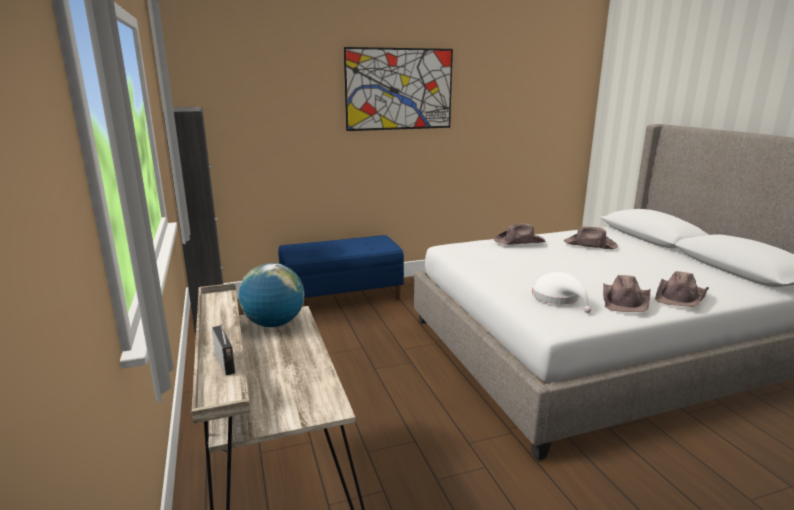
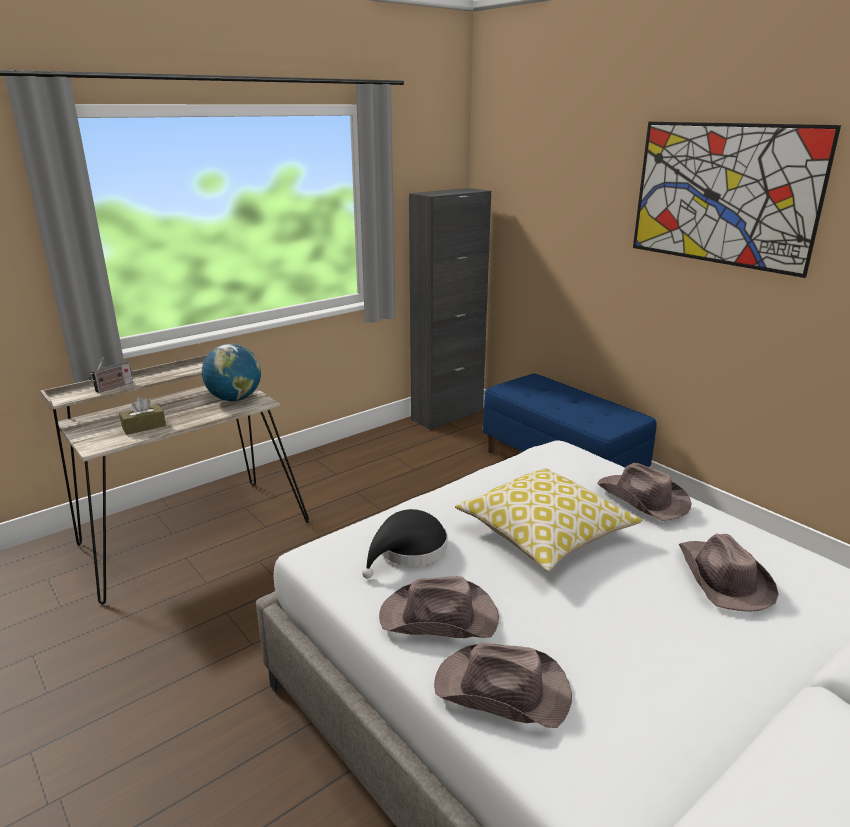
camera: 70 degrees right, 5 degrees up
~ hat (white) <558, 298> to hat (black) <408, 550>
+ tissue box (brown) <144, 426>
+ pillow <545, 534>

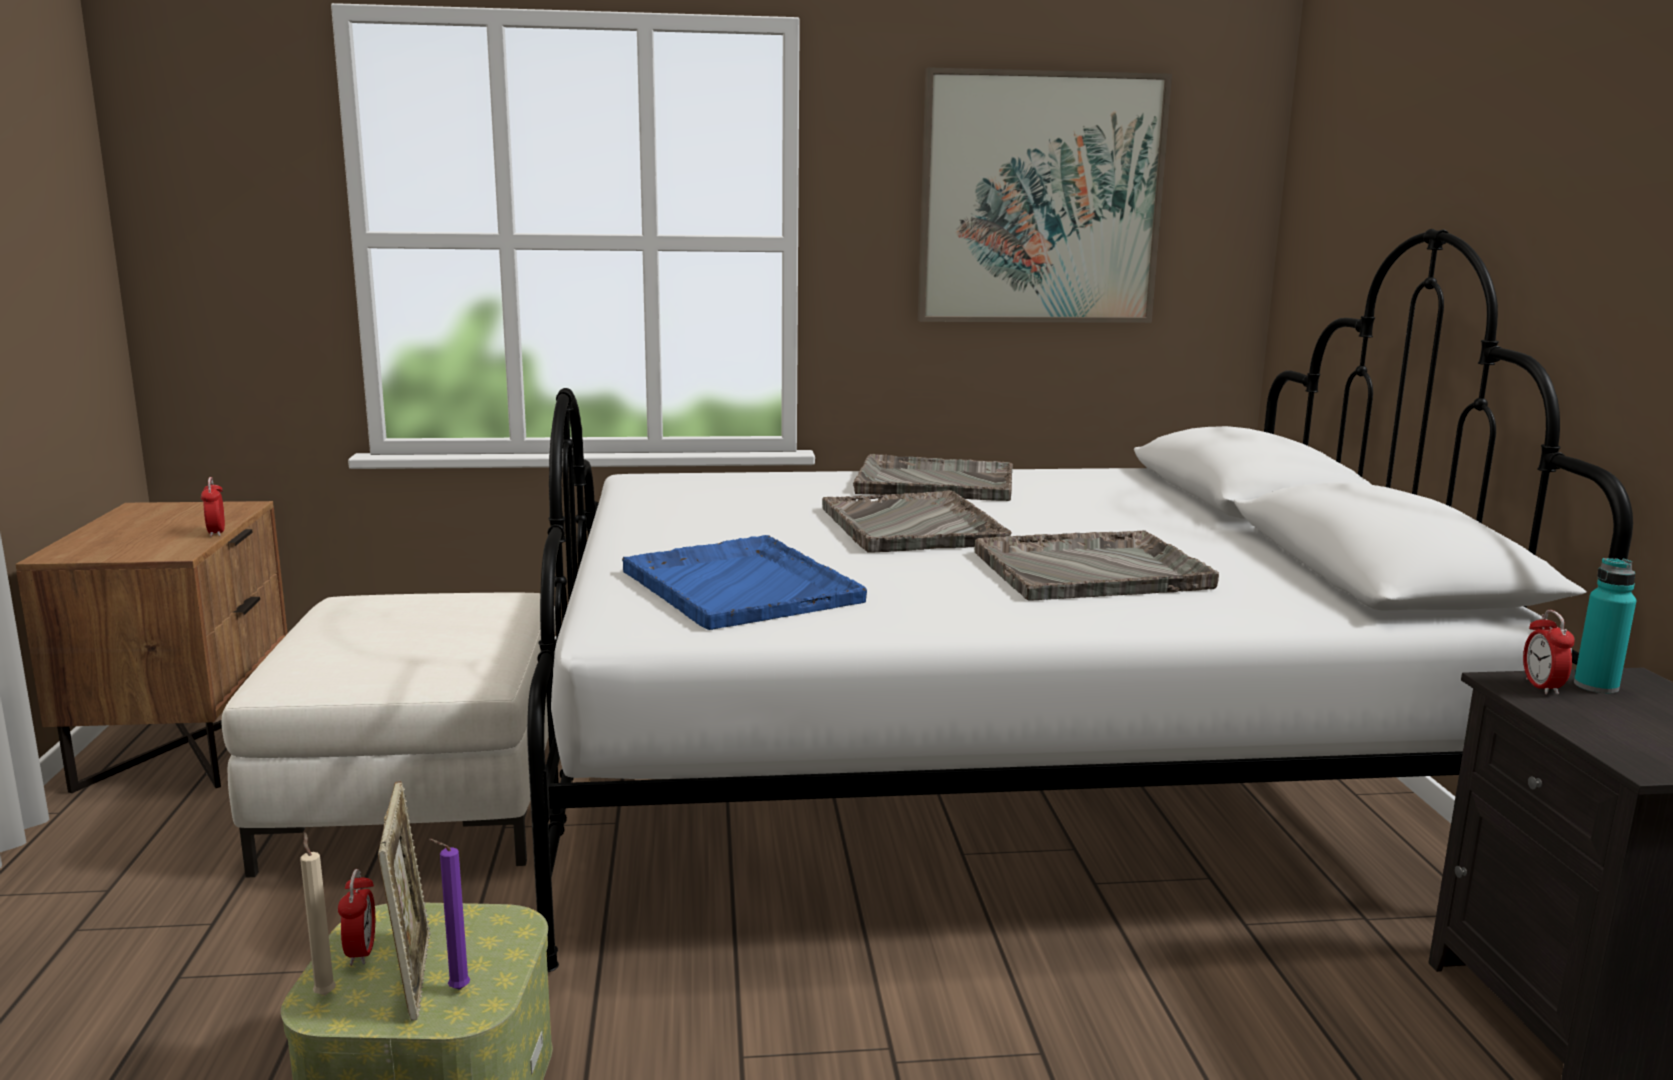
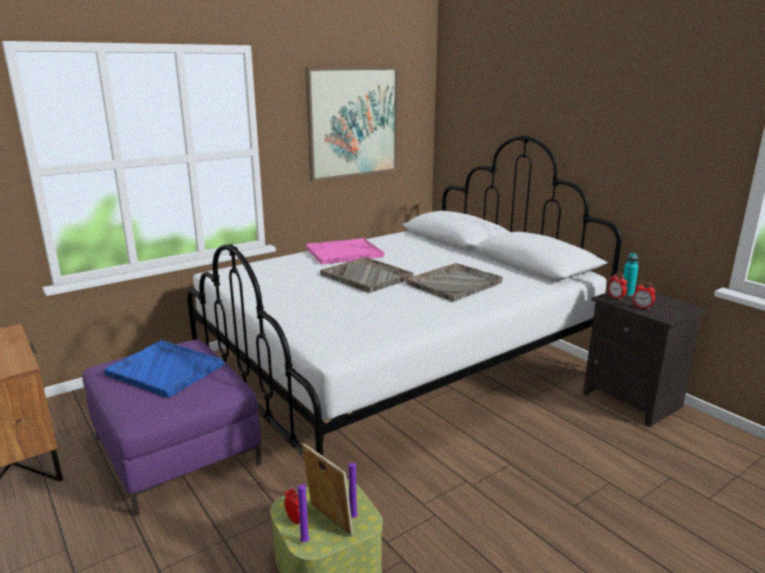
camera: 30 degrees left, 5 degrees up
~ alarm clock <216, 533> to <642, 307>
~ ottoman (white) <420, 797> to ottoman (purple) <176, 451>
~ candle (beige) <325, 993> to candle (purple) <303, 541>
~ tray (blue) <739, 586> to <164, 369>
~ tray (grey) <933, 482> to tray (pink) <343, 253>

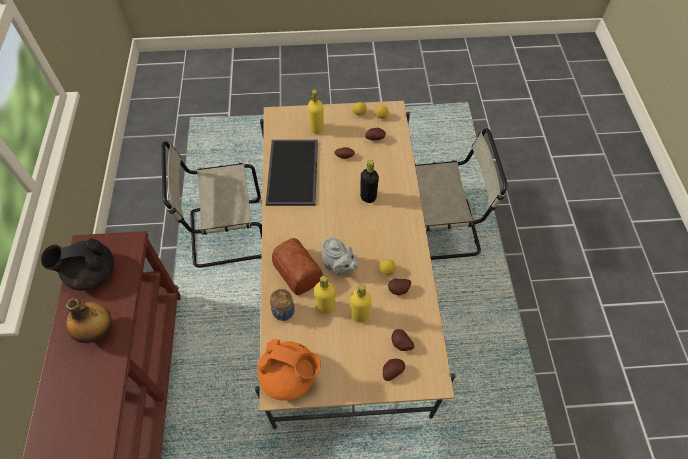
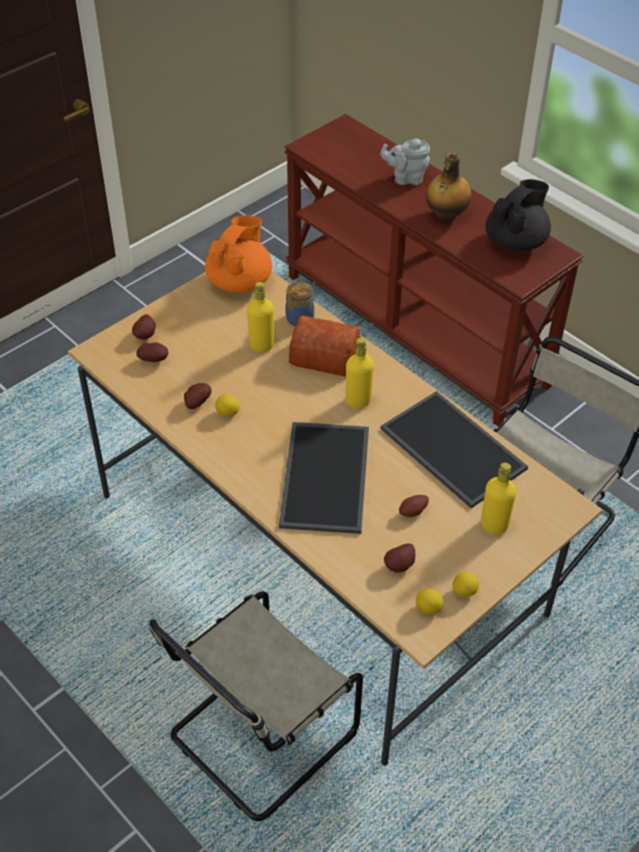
camera: 140 degrees right, 10 degrees down
~ teapot (orange) <290, 376> = <240, 281> 135 degrees clockwise
~ teapot (grey) <339, 266> to <406, 178>
~ bottle (yellow) <359, 315> to <358, 401>
~ bottle (black) <368, 197> to tray <327, 478>

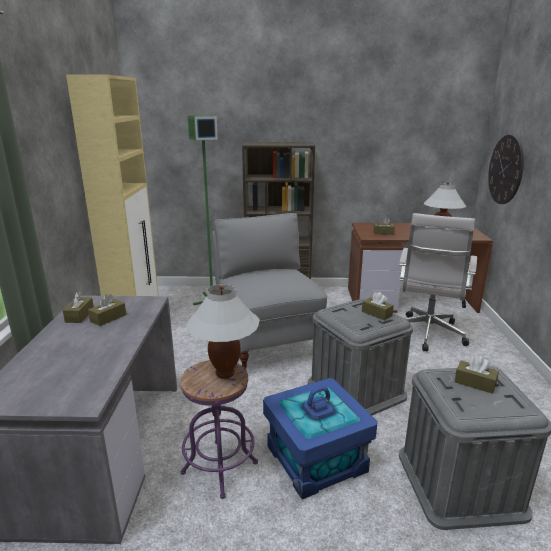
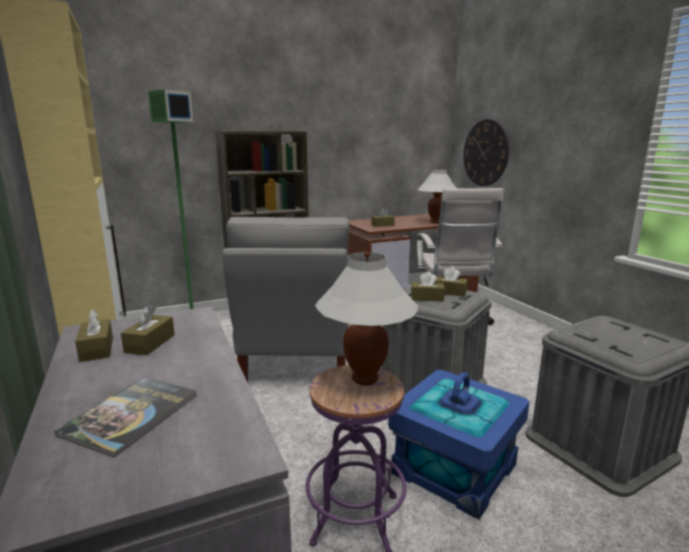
camera: 25 degrees left, 5 degrees down
~ chair (grey) <267, 342> = <298, 361> 135 degrees counterclockwise
~ tissue box (brown) <475, 383> to <427, 298>
+ book <131, 414>

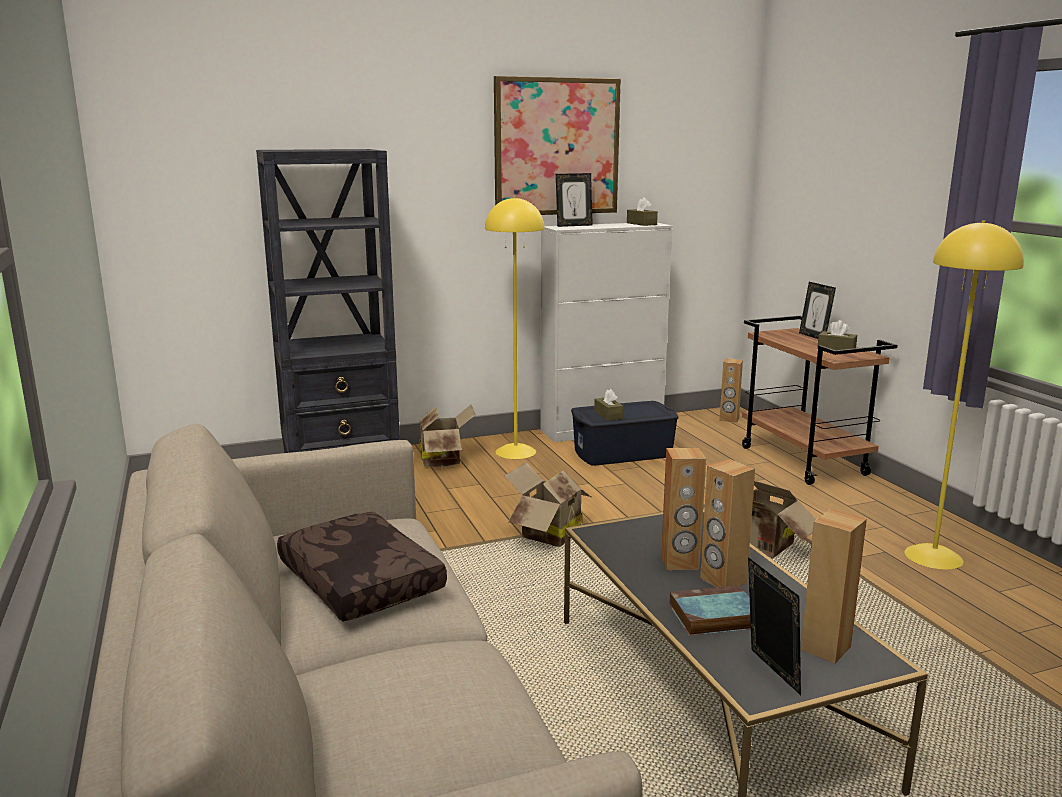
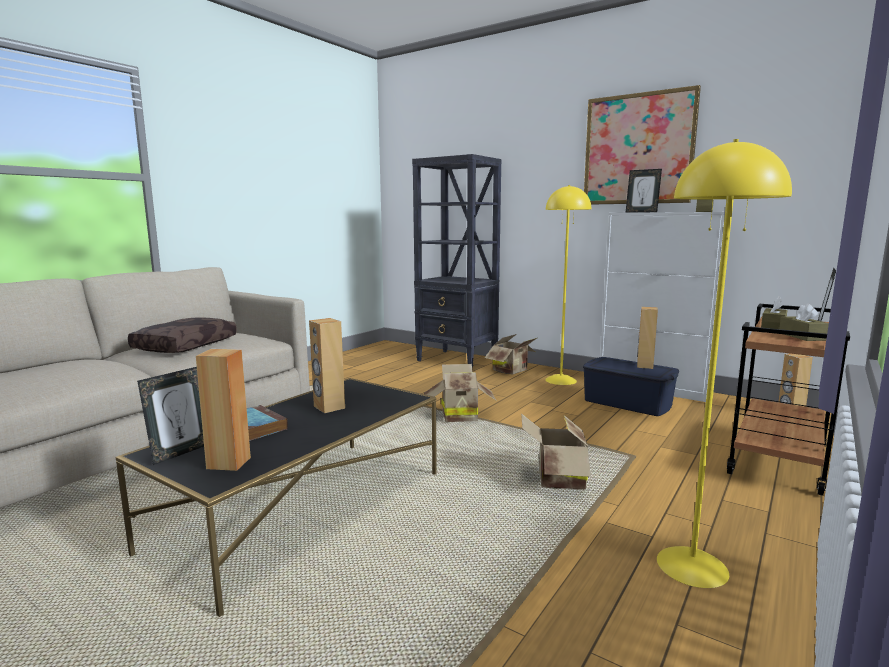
camera: 55 degrees right, 5 degrees down
~ tissue box (brown) <608, 415> to <773, 326>
~ speaker (brown) <722, 580> to <644, 366>

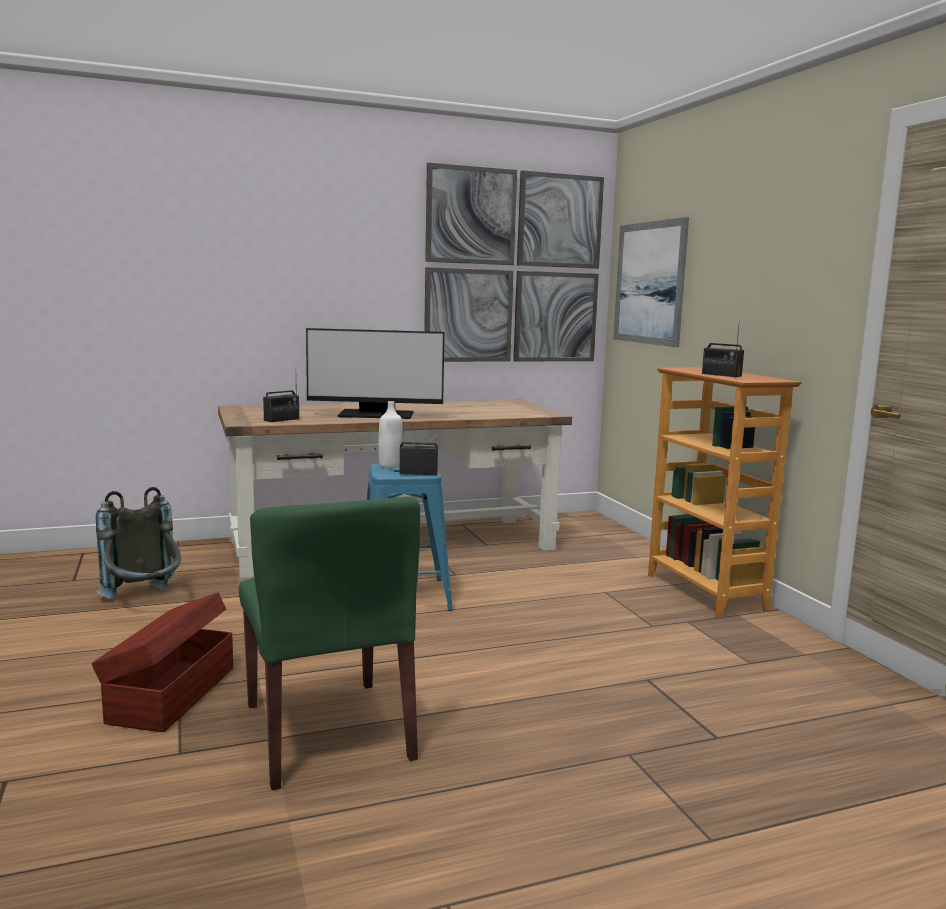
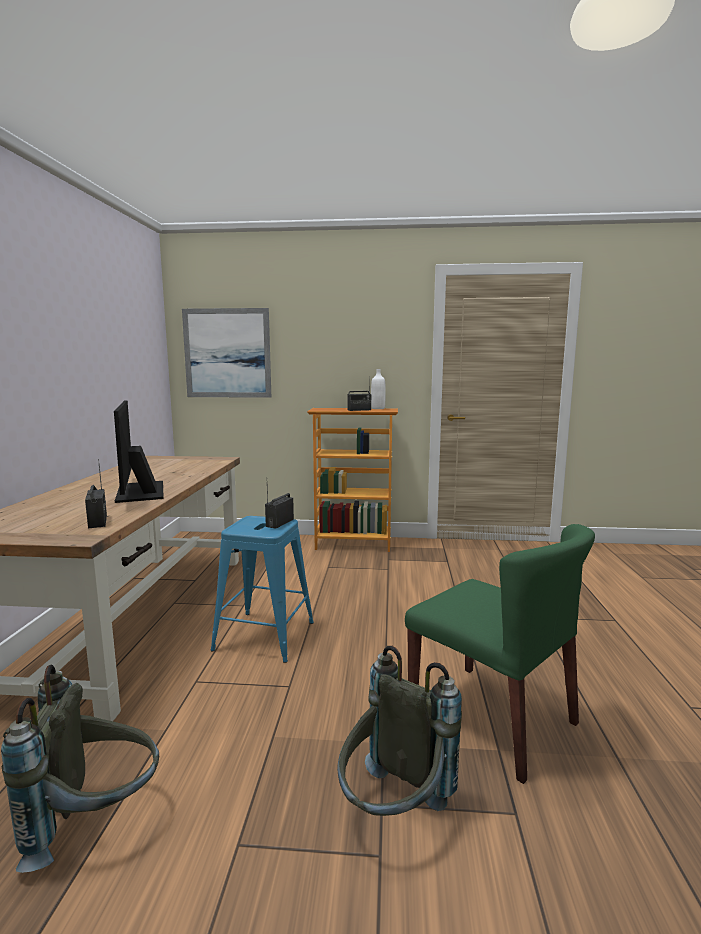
camera: 65 degrees left, 0 degrees up
~ storage box (brown) <170, 694> to backpack (grey) <393, 812>
~ chair (green) <328, 731> = <493, 717> 45 degrees clockwise
~ monitor <376, 415> = <139, 492> 135 degrees clockwise
~ bottle (white) <390, 465> to <378, 408>
- picture <514, 268>

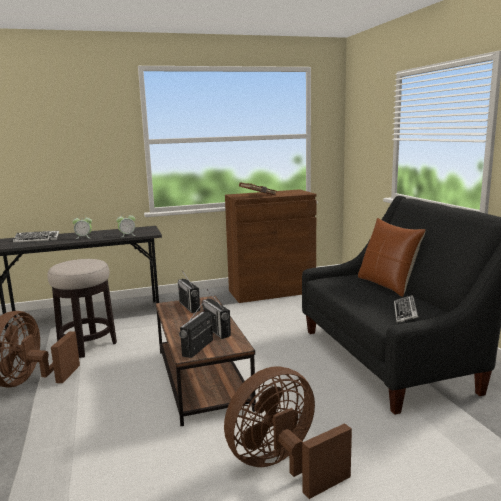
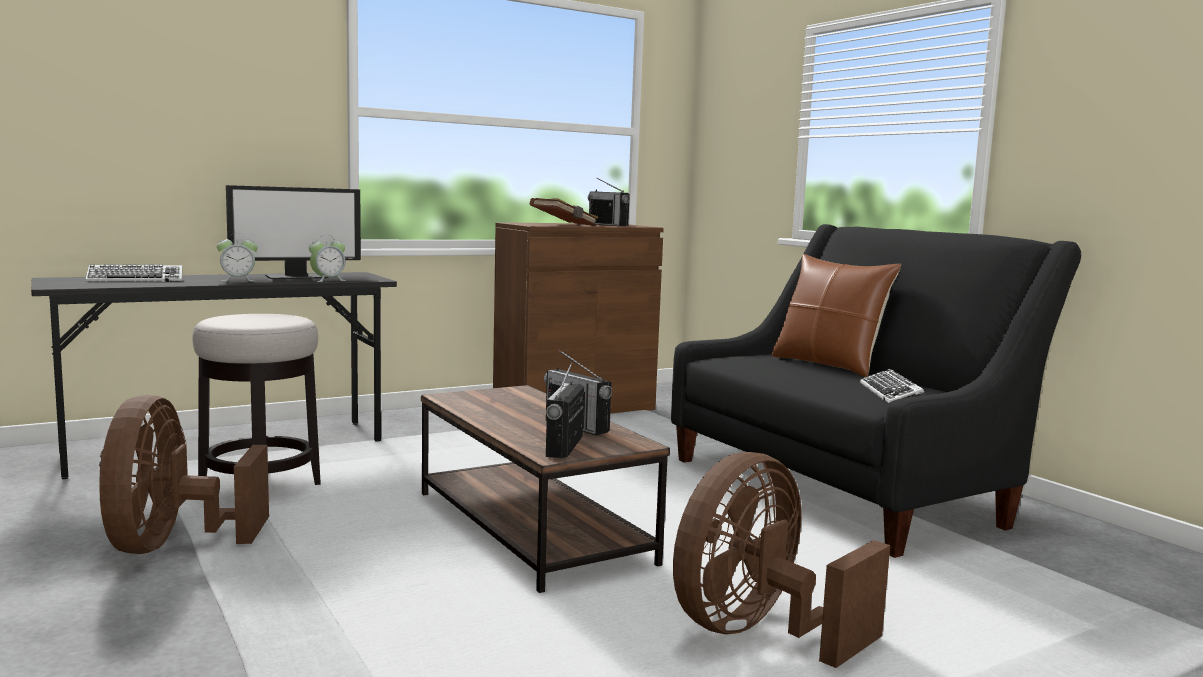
camera: 15 degrees left, 5 degrees down
~ radio <189, 306> to <608, 225>
+ monitor <297, 276>

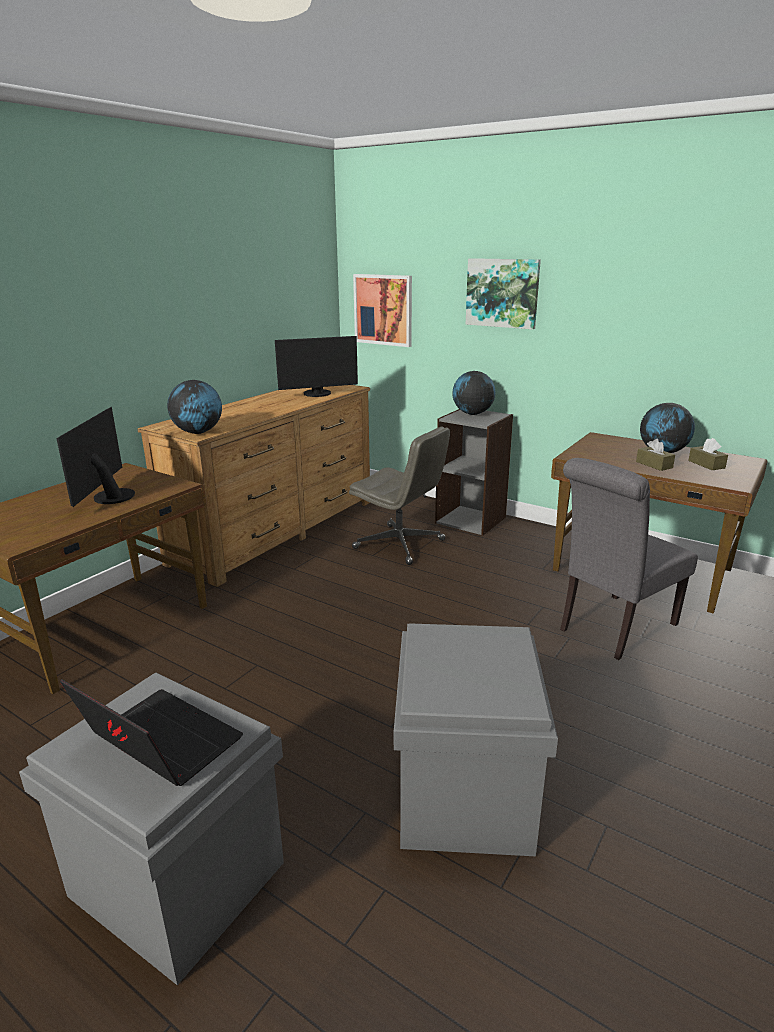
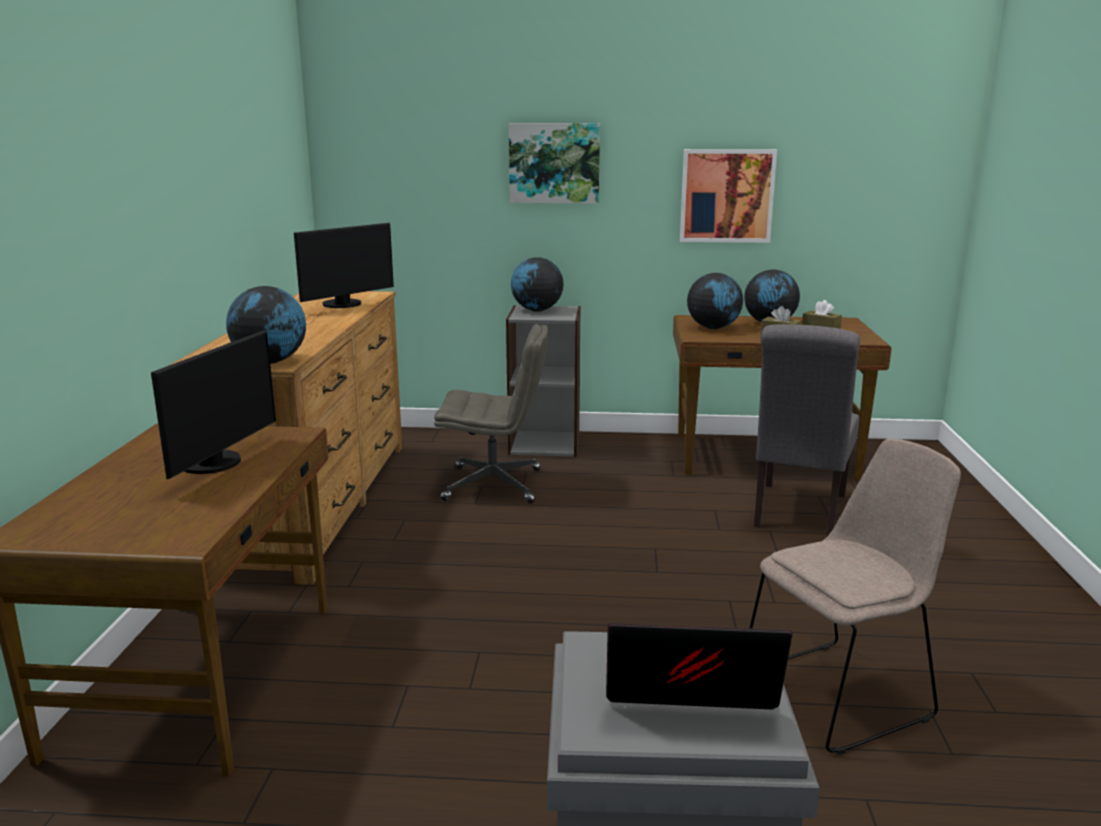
camera: 30 degrees left, 5 degrees down
~ monitor <109, 497> = <216, 463> 135 degrees counterclockwise
~ picture <383, 310> to <727, 196>
~ storage box (grey) <465, 795> to chair (beige) <839, 693>
+ globe <713, 328>

